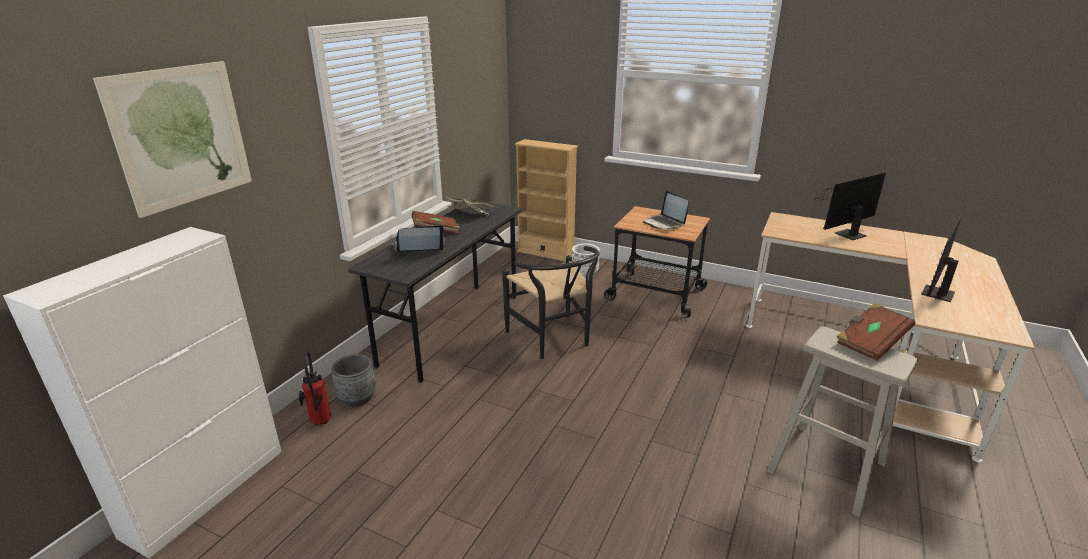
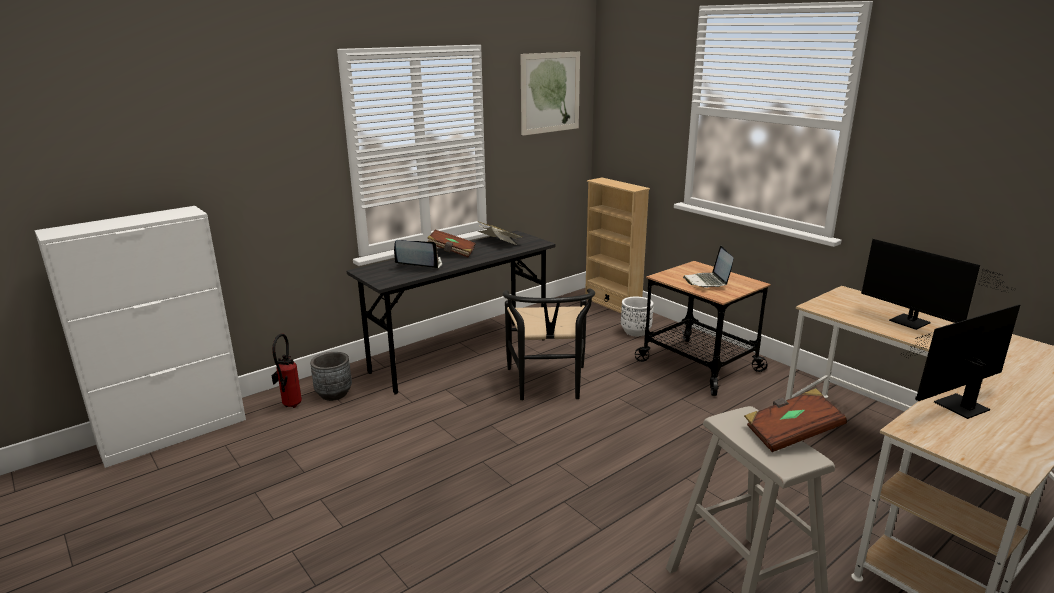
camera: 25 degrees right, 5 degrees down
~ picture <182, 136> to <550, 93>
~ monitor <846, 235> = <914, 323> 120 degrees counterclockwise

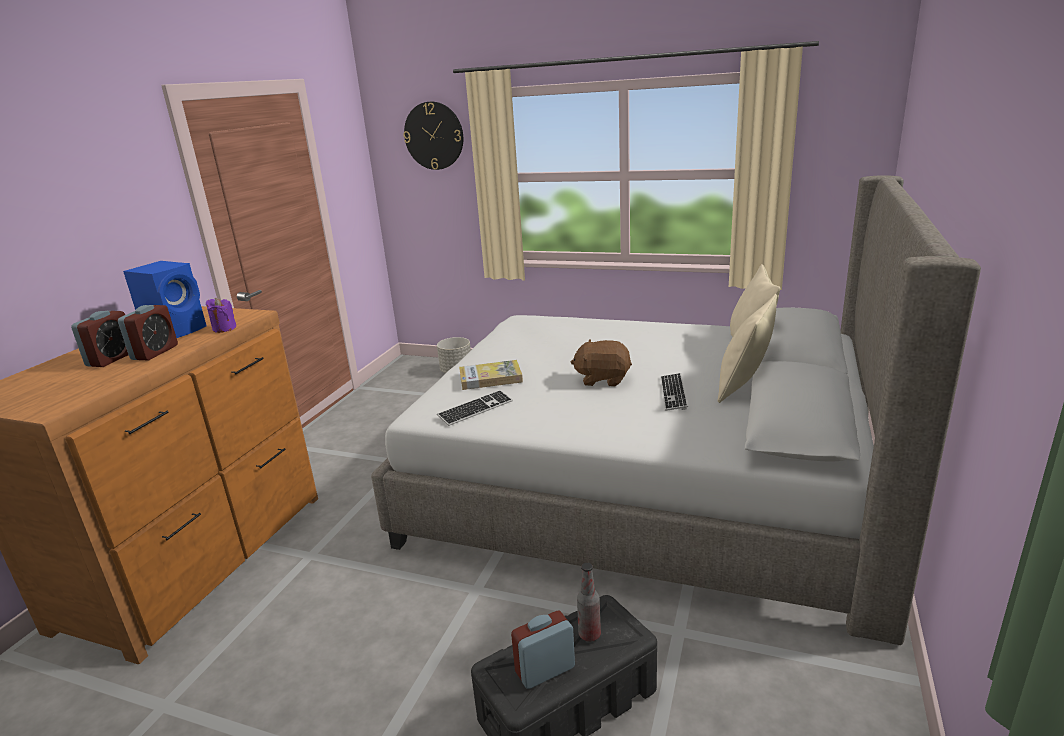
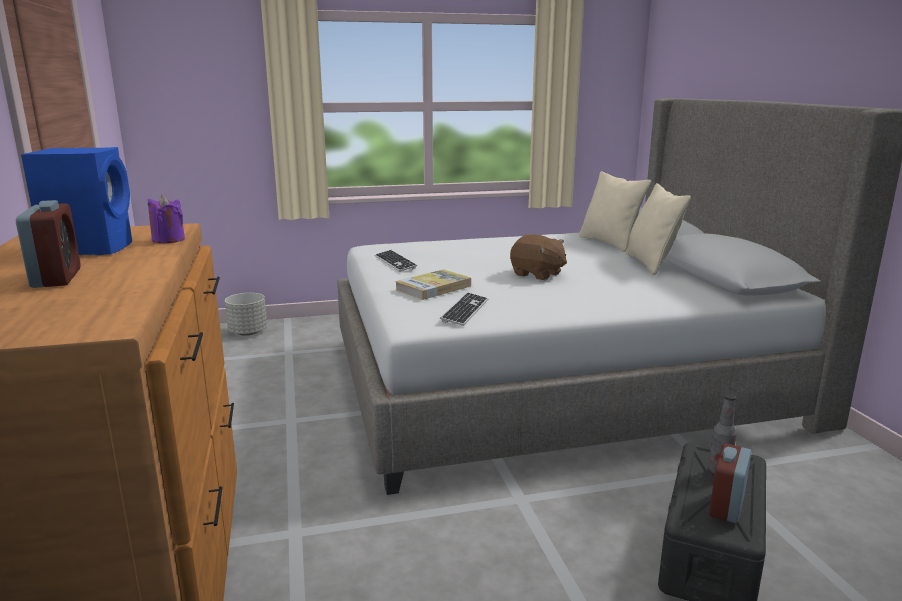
camera: 35 degrees left, 5 degrees down
- alarm clock <155, 352>
- wall clock <434, 136>
~ plush toy (brown) <603, 379> = <537, 274> 120 degrees counterclockwise
~ keyboard <673, 393> to <395, 262>

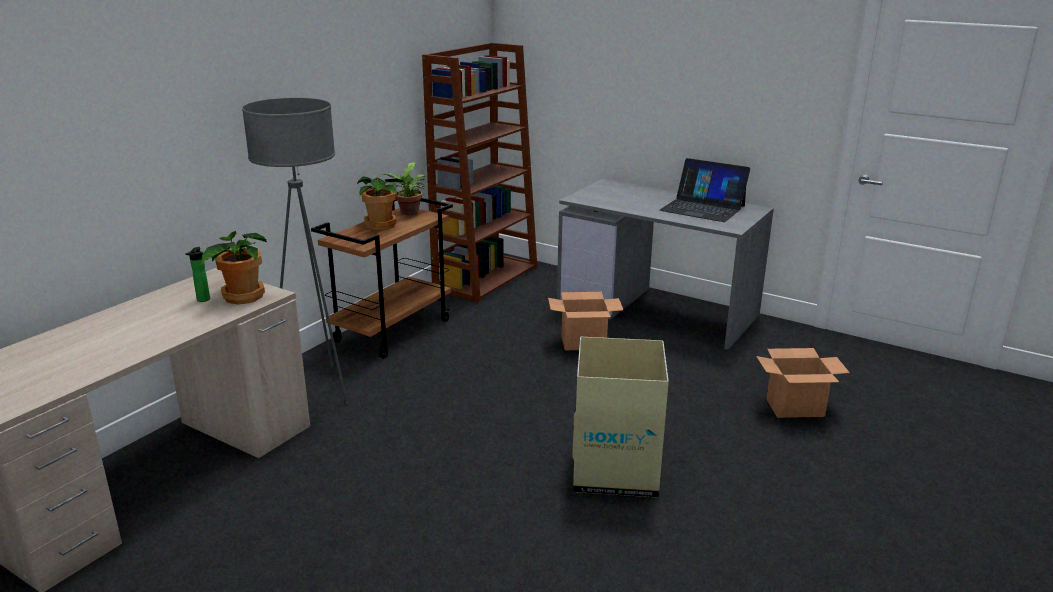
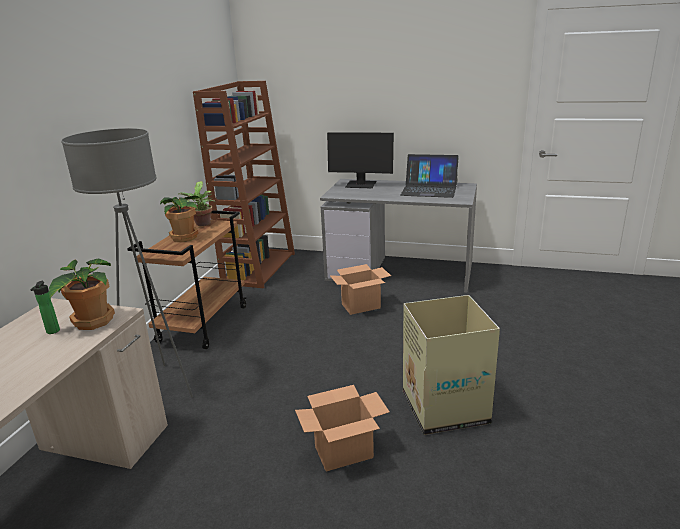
camera: 15 degrees left, 0 degrees up
~ cardboard box <795, 408> to <344, 452>
+ monitor <361, 185>

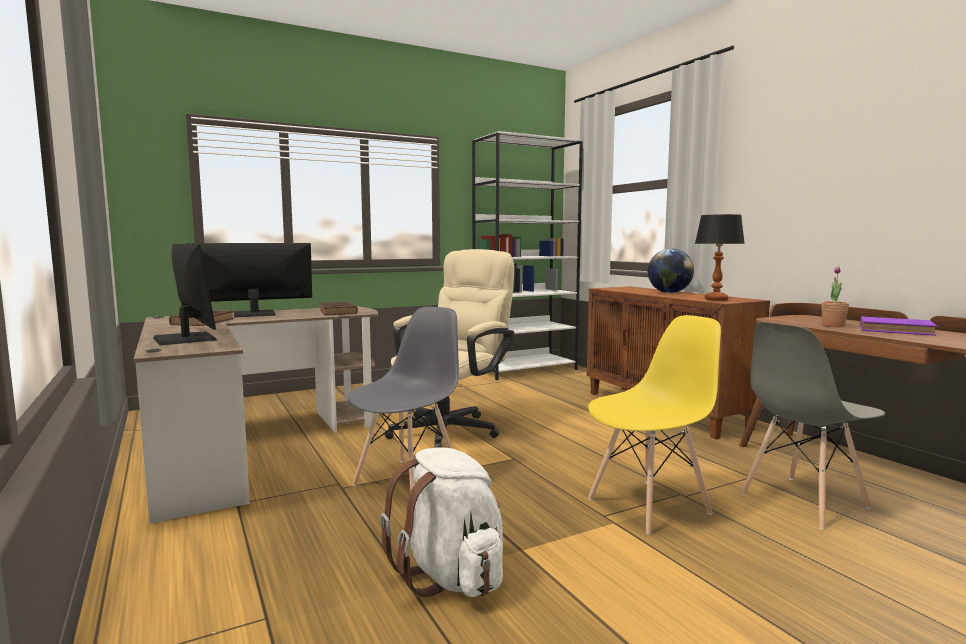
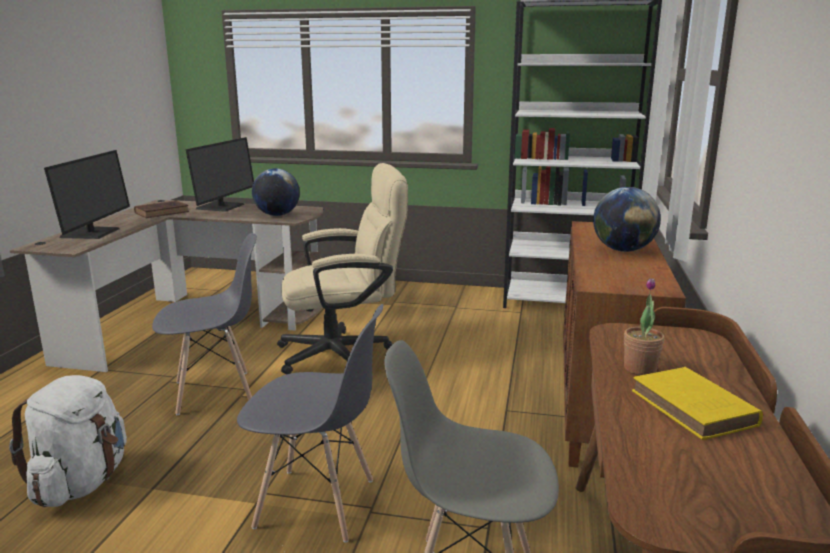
camera: 40 degrees right, 10 degrees up
~ monitor <254, 314> = <221, 207> 90 degrees clockwise
~ book (brown) <338, 312> to globe <277, 215>
~ chair (yellow) <649, 506> to chair (grey) <316, 504>
- table lamp <716, 299>
~ book (purple) <897, 330> to book (yellow) <695, 409>

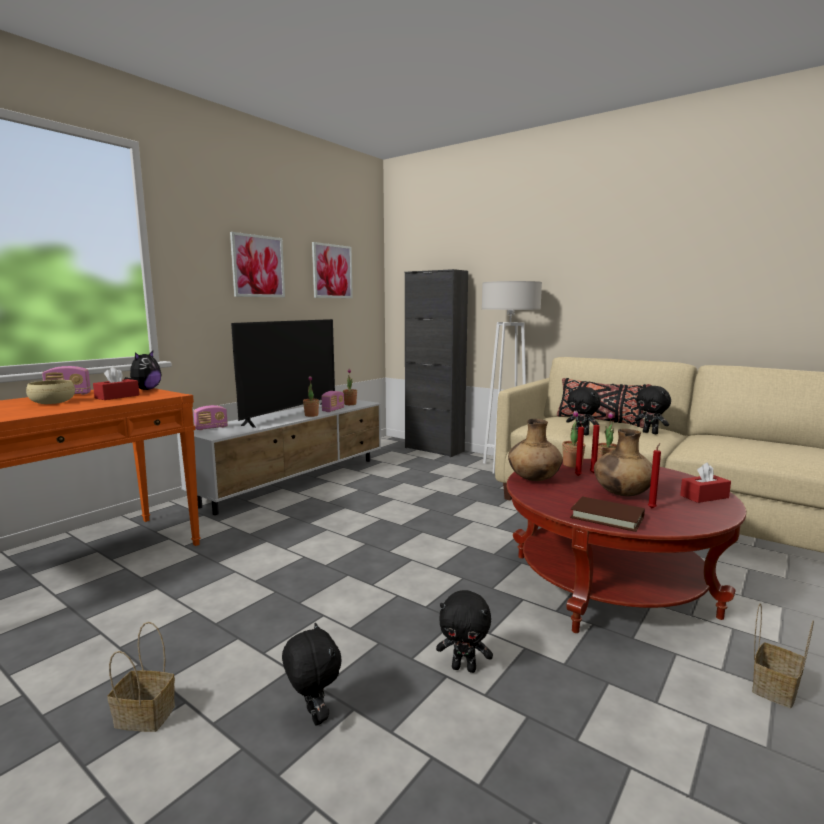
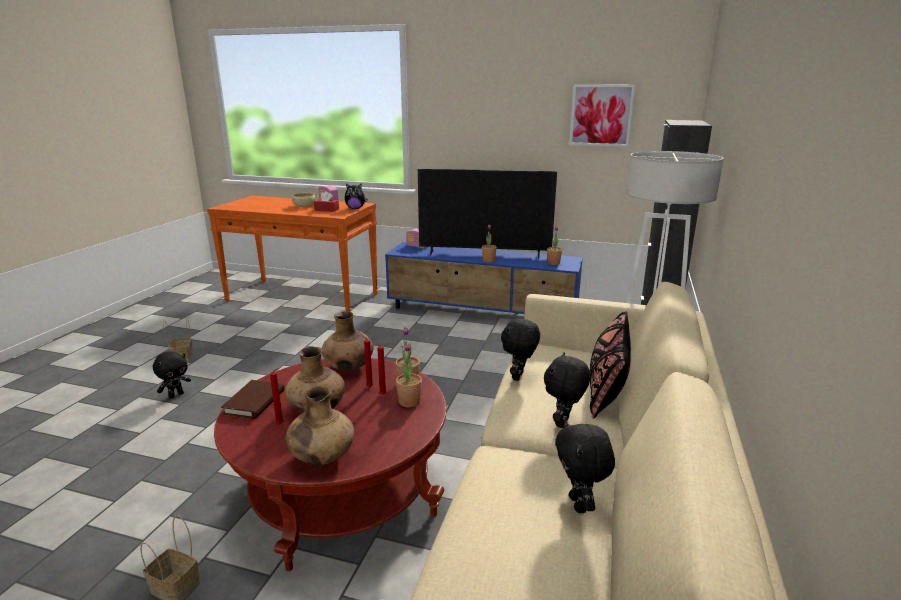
camera: 70 degrees right, 10 degrees up
~ tv stand (white) <296, 481> to tv stand (blue) <482, 313>
- picture <258, 266>
- radio <333, 410>
~ plush toy (black) <464, 668> to <579, 504>
~ tissue box (red) <704, 496> to vase (brown) <322, 458>

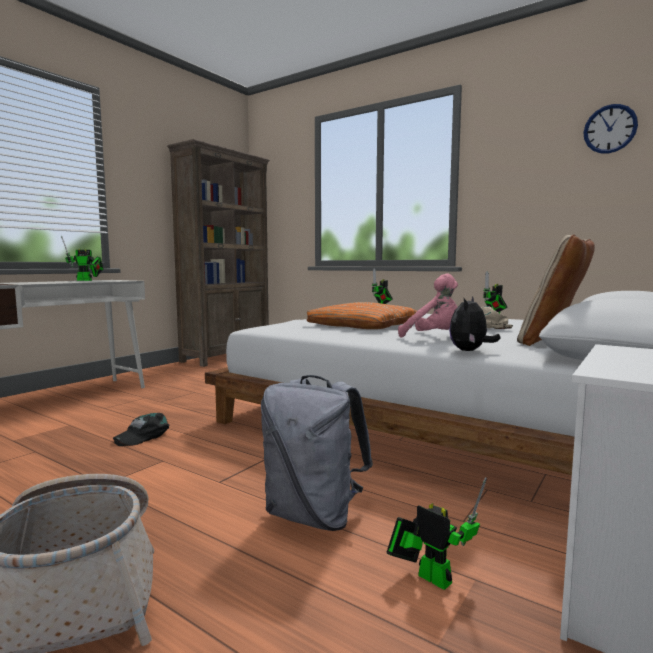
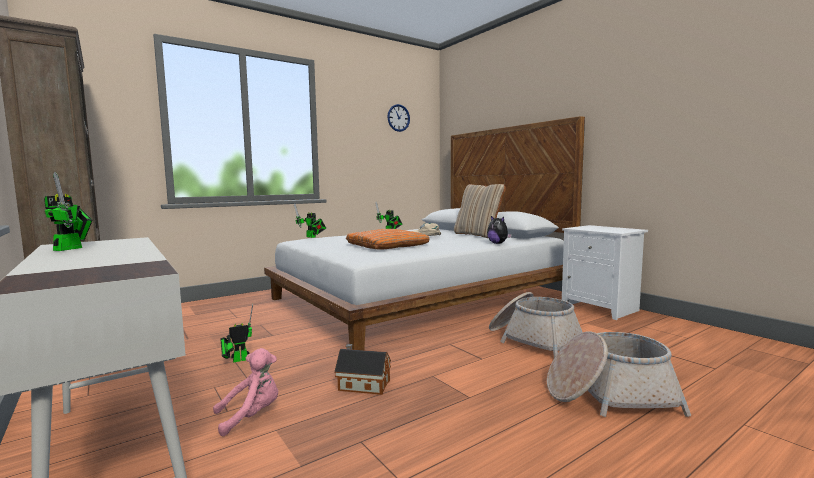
camera: 70 degrees left, 0 degrees up
~ cap (black) <142, 436> to toy house <362, 385>
~ backpack (grey) <314, 515> to basket <533, 340>
~ toy robot <430, 576> to <238, 360>
~ plush toy (pink) <435, 337> to <251, 416>

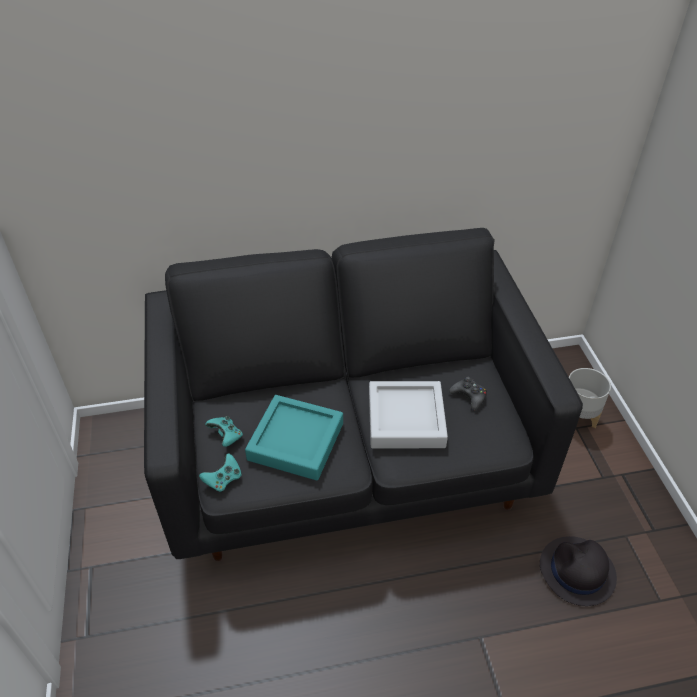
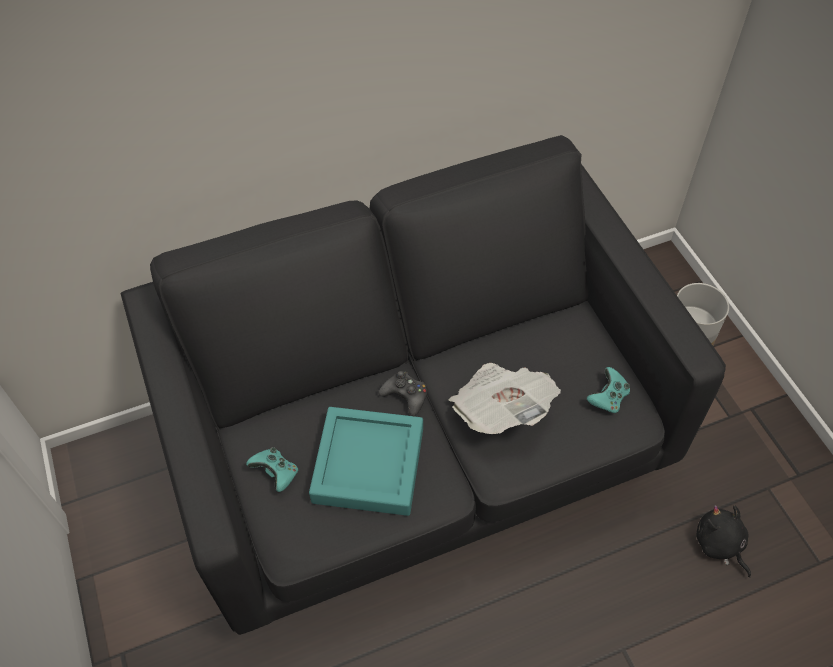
camera: 10 degrees left, 10 degrees up
~ game controller (turquoise) <223, 480> to <607, 398>
~ tray (grey) <406, 419> to newspaper <501, 409>
~ game controller (black) <469, 396> to <405, 395>
~ hat (black) <576, 571> to plush toy (black) <719, 544>

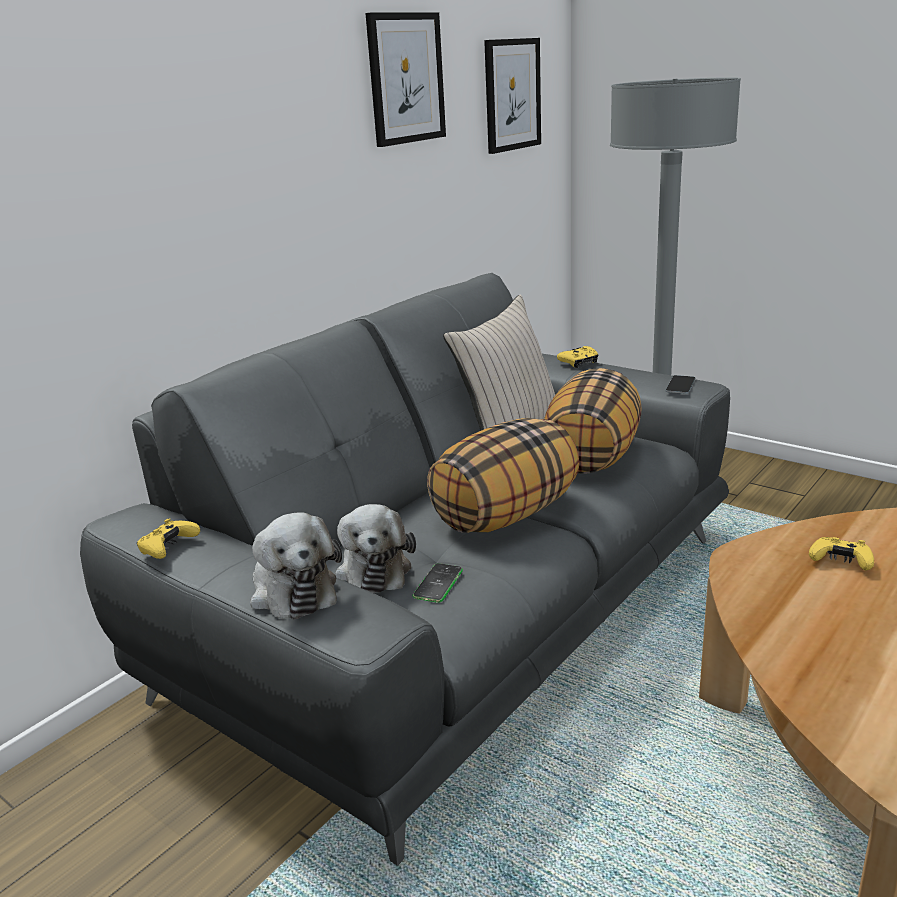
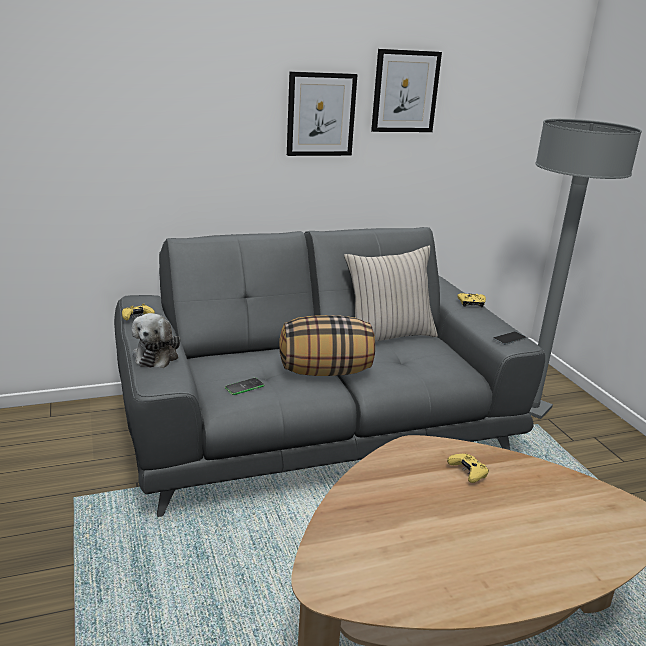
camera: 30 degrees right, 0 degrees up
- plush toy <374, 569>
~ picture <512, 95> to <321, 114>
- pillow <591, 456>

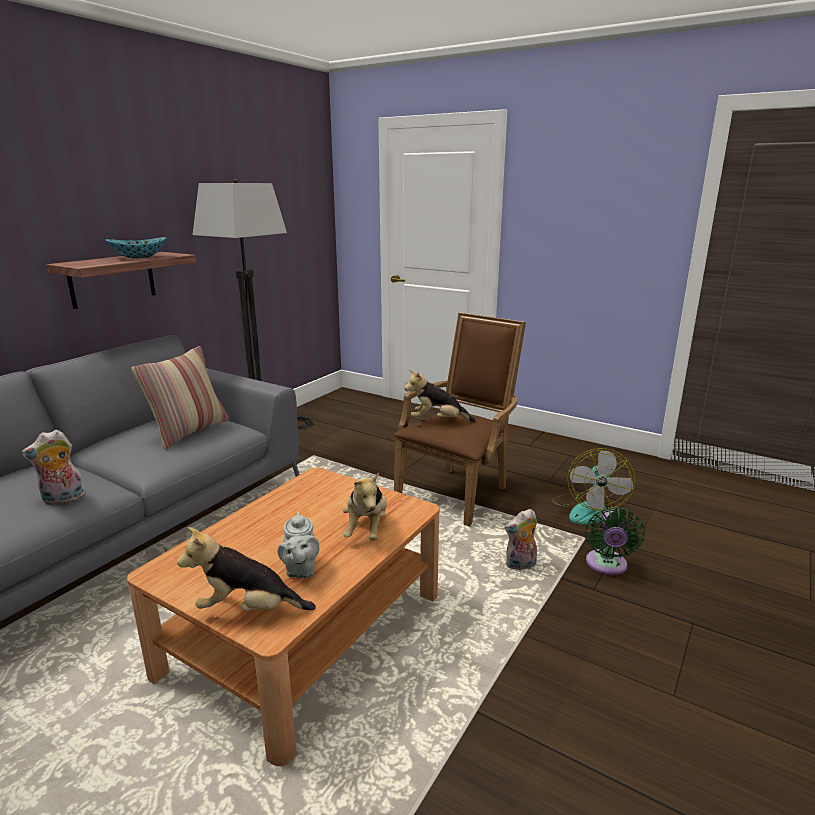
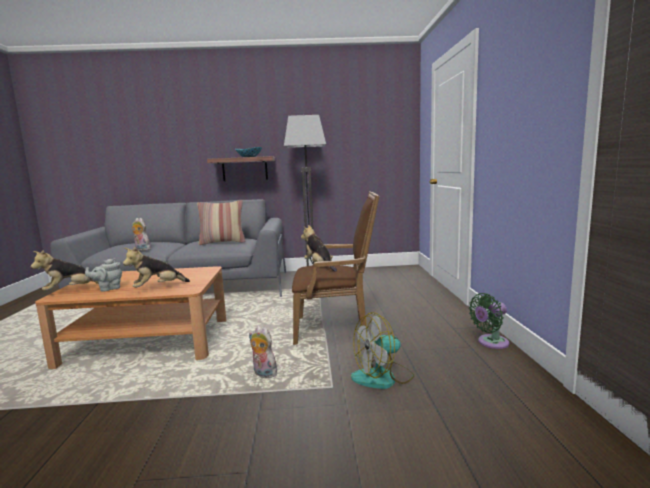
camera: 55 degrees right, 10 degrees down
~ plush toy <248, 609> = <71, 291> 90 degrees counterclockwise
~ fan (green) <606, 566> to <490, 343>

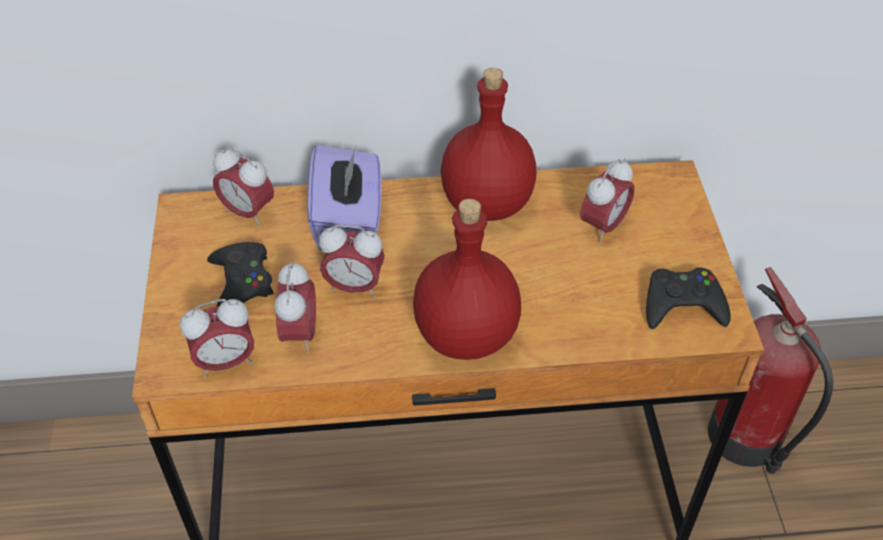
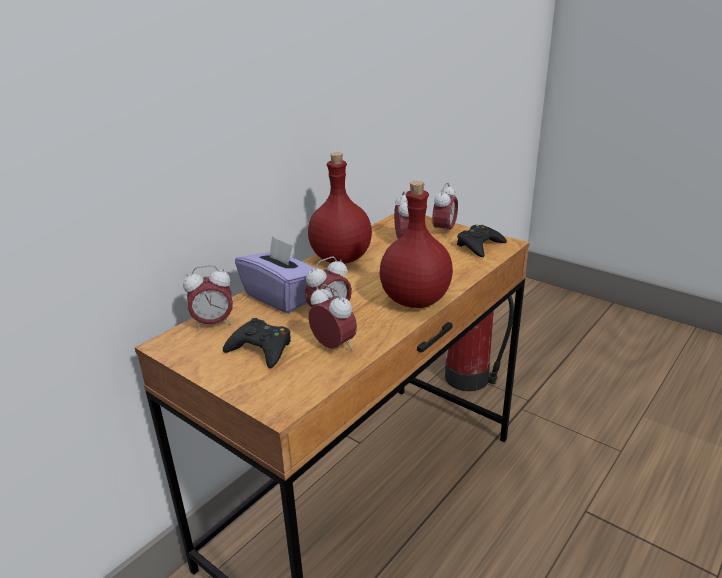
camera: 45 degrees left, 20 degrees down
~ alarm clock <225, 362> to <444, 231>

